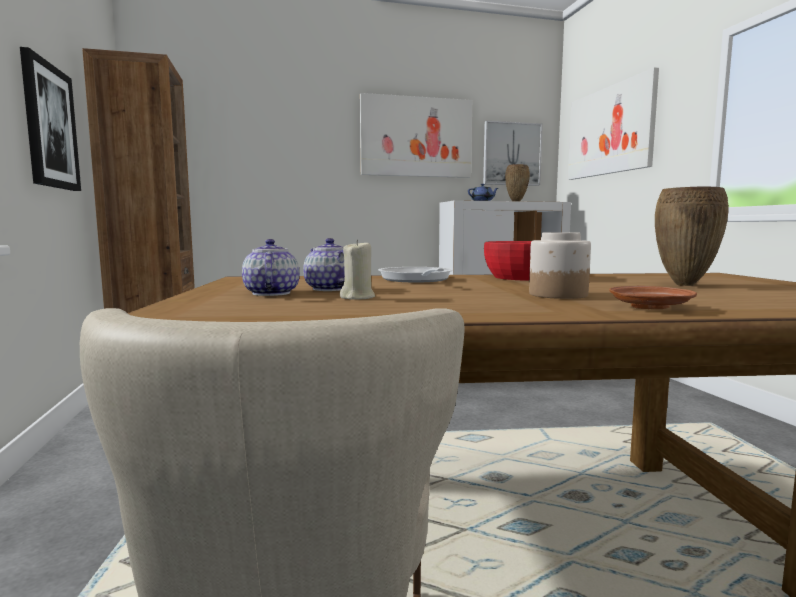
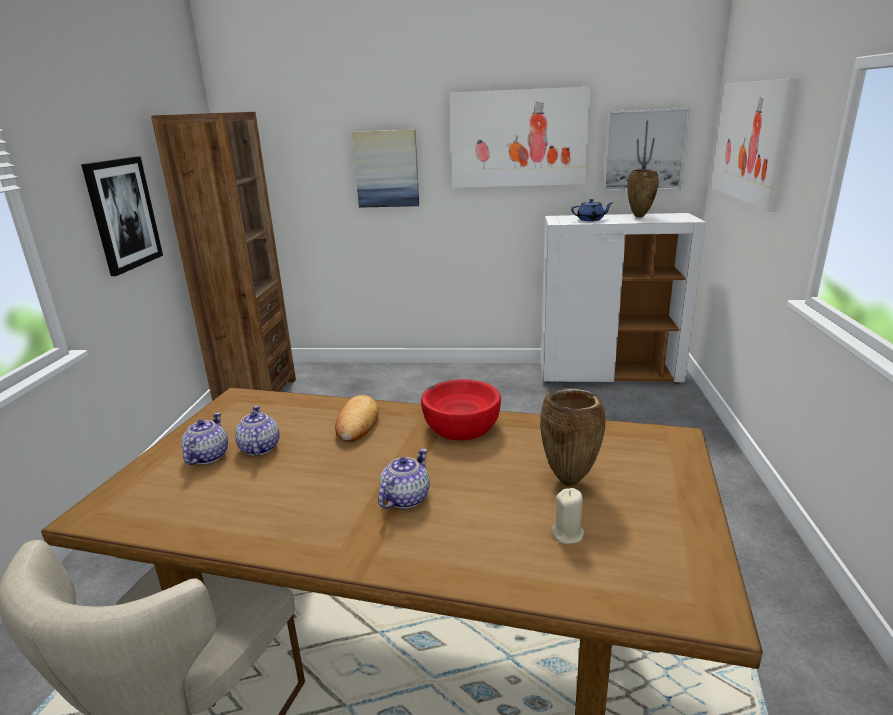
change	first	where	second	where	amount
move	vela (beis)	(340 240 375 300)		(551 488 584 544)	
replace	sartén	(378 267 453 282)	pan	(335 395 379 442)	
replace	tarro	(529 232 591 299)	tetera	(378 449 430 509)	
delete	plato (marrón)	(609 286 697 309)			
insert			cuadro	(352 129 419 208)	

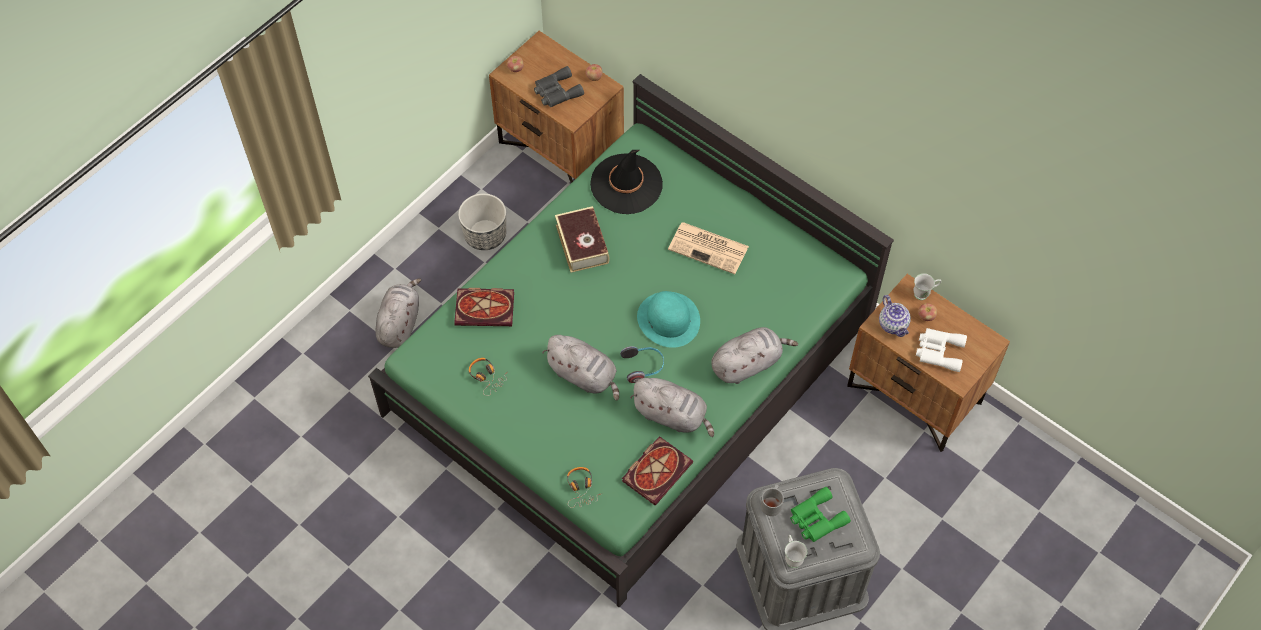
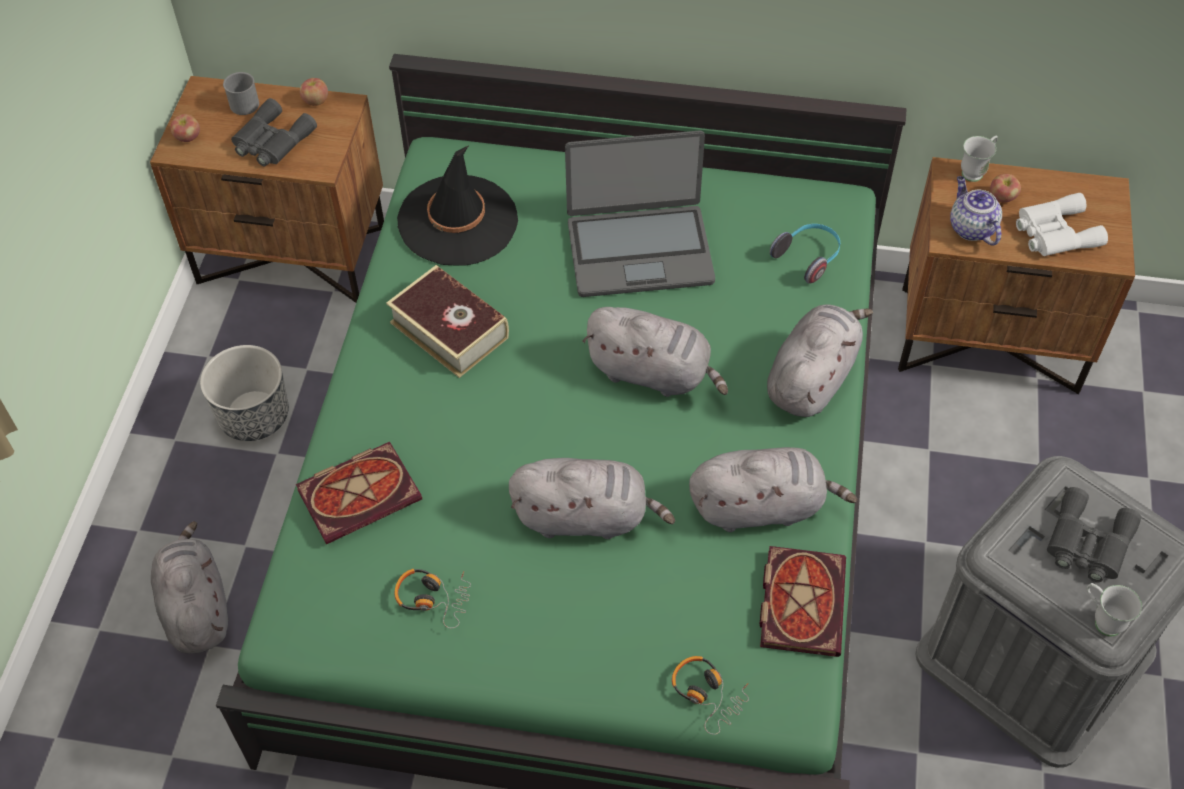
change	first	where	second	where	amount
move	auriculares	(620 346 664 383)		(770 224 840 284)	
replace	sombrero (turquesa)	(637 291 700 348)	peluche (gris)	(583 307 728 397)	
replace	periódico	(668 222 749 274)	portátil	(565 130 715 297)	
move	taza grande (gris)	(761 484 784 516)		(223 72 259 115)	
recolor	prismáticos (verde)	(790 487 851 542)	prismáticos (gris)	(1047 487 1141 582)	
rotate	tetera	(879 295 911 337)		(950 176 1002 246)	150 degrees counterclockwise

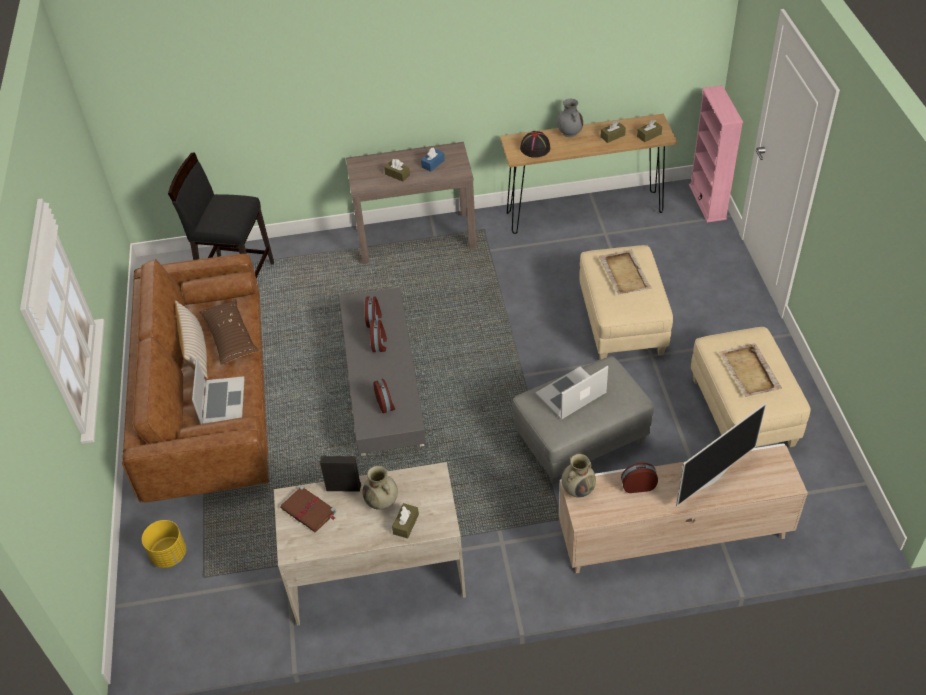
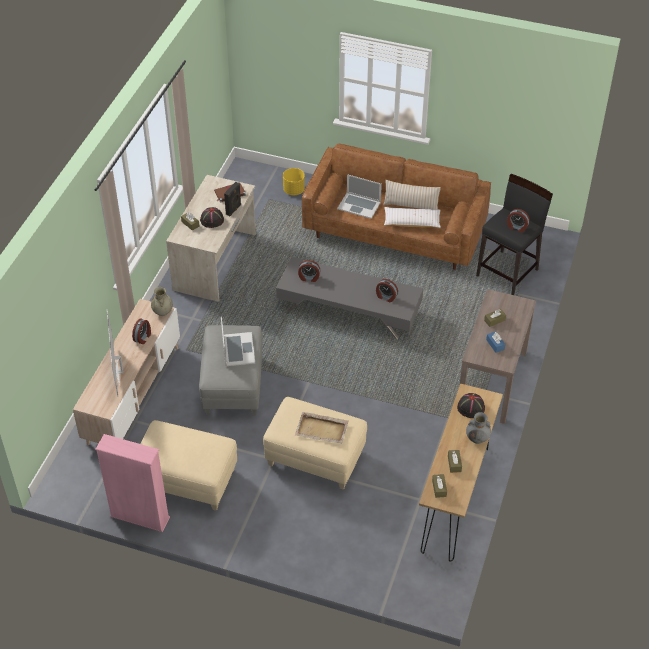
change	first	where	second	where	amount
recolor	cojín (marrón)	(200 299 259 365)	cojín (blanco)	(384 207 441 228)	
replace	florero (beis)	(362 466 398 510)	sombrero (negro)	(200 207 224 228)	
move	despertador	(370 320 387 352)		(507 209 530 233)	
move	estantería (rosa)	(689 85 743 223)		(95 434 170 532)	
delete	bandeja (beis)	(719 343 782 397)			

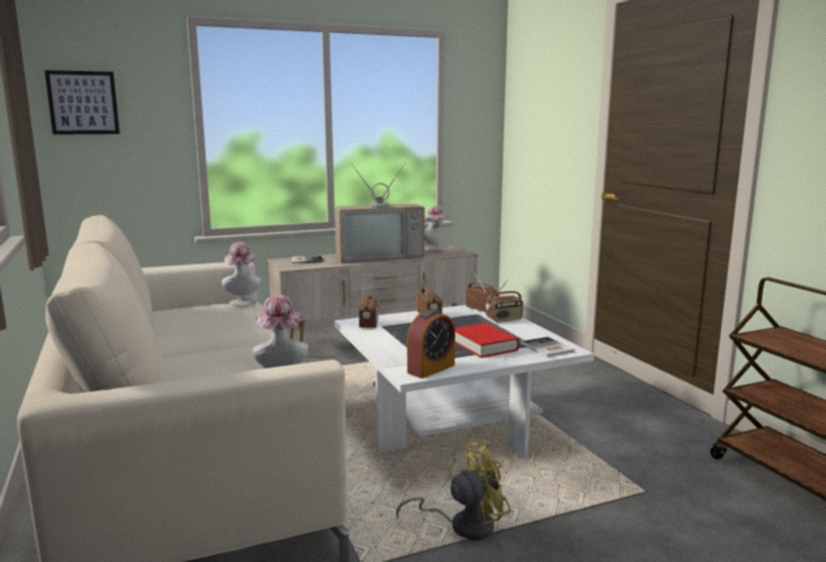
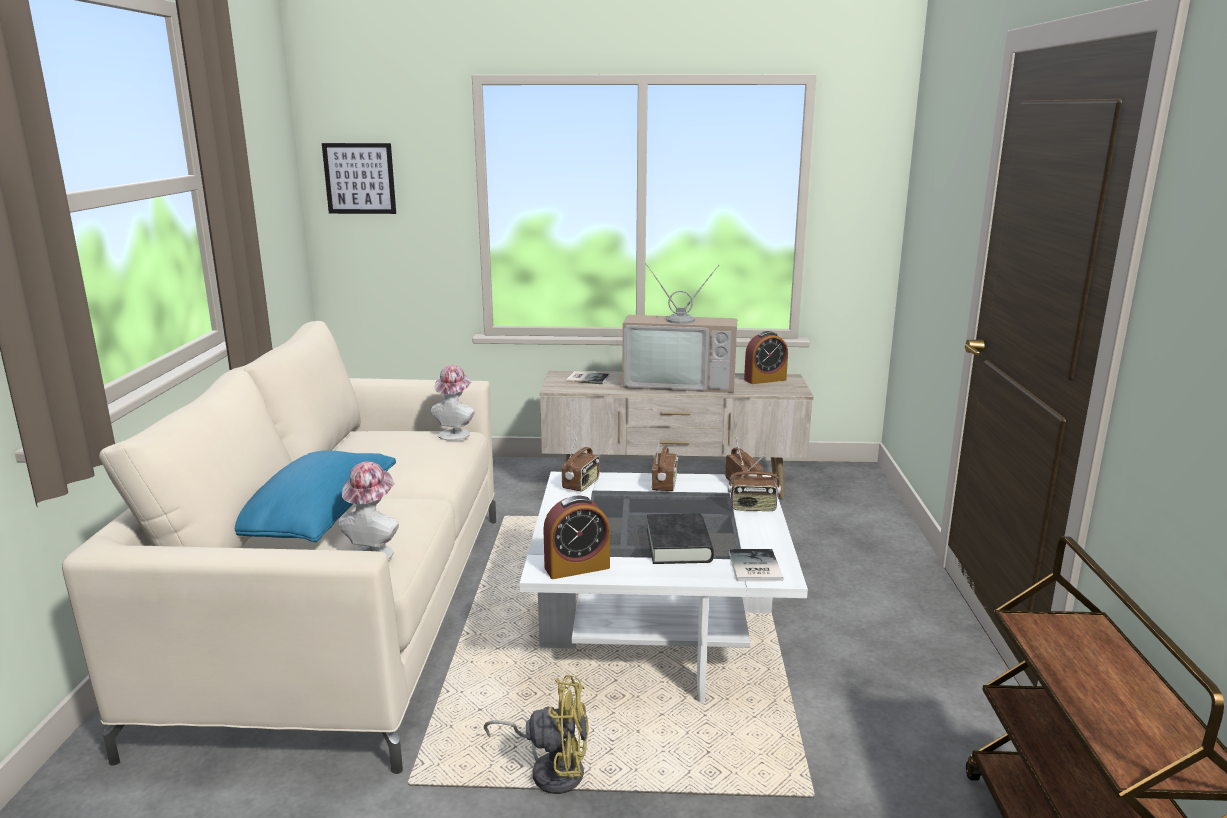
change	first	where	second	where	amount
replace	sombrero	(424 206 448 251)	despertador	(744 331 788 384)	
recolor	libro (rojo)	(455 323 519 358)	libro (negro)	(647 513 714 564)	
insert			cojín (azul)	(235 450 396 542)	

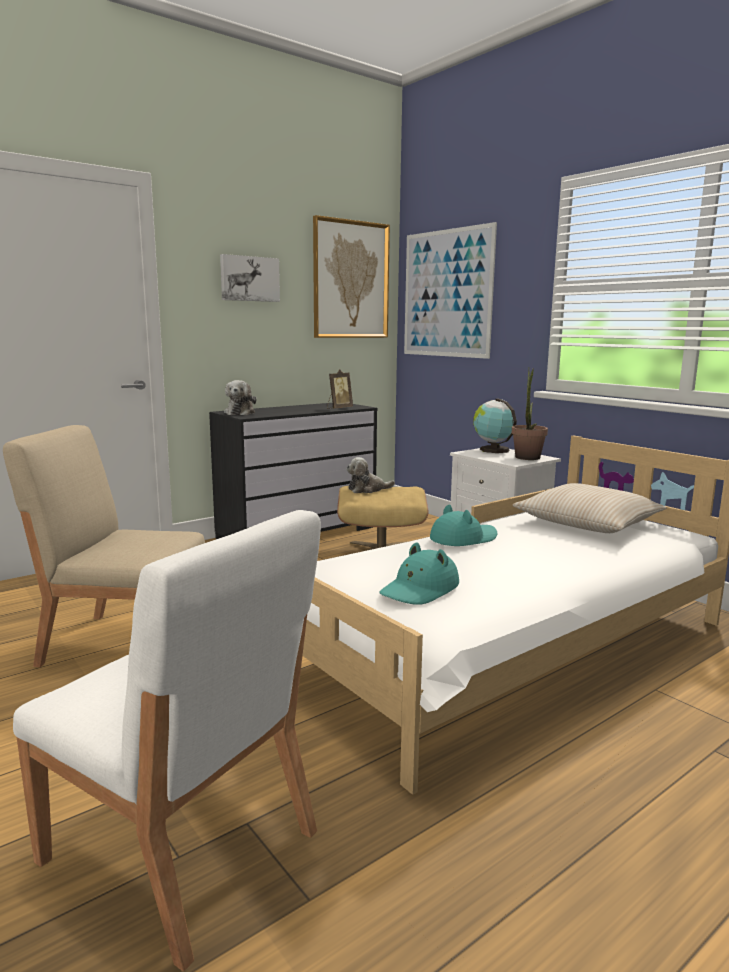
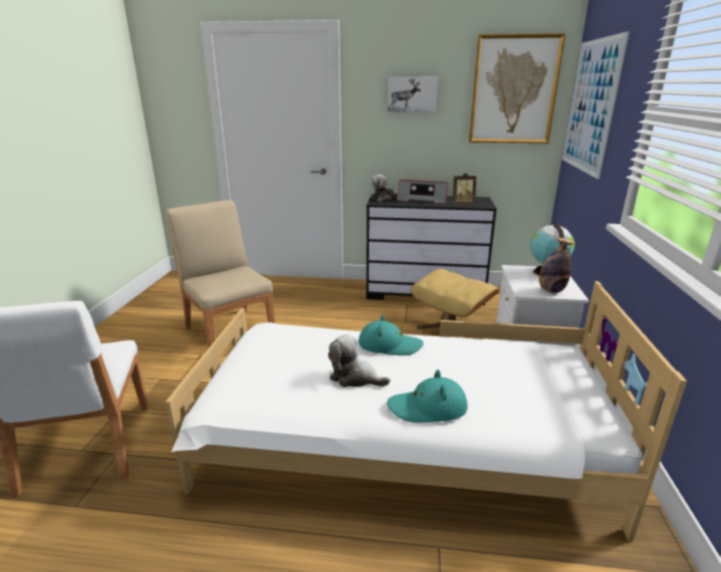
change	first	where	second	where	amount
move	peluche	(346 457 395 493)		(328 334 390 387)	
move	sombrero (turquesa)	(379 542 459 605)		(387 370 468 423)	
replace	planta en maceta	(512 367 548 460)	botella	(539 238 574 293)	
delete	cojín (beis)	(513 483 667 533)			
insert			radio	(396 180 447 204)	

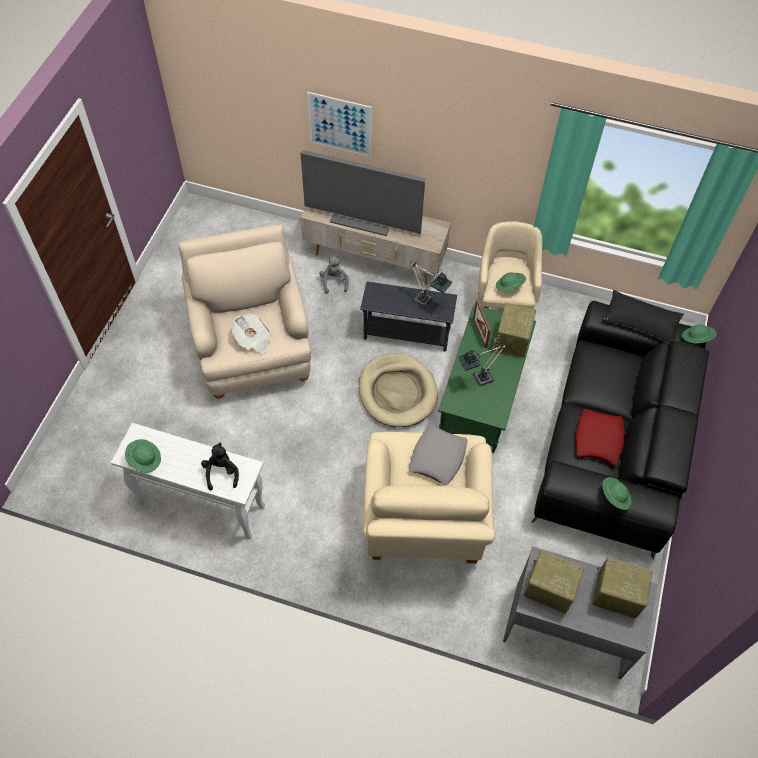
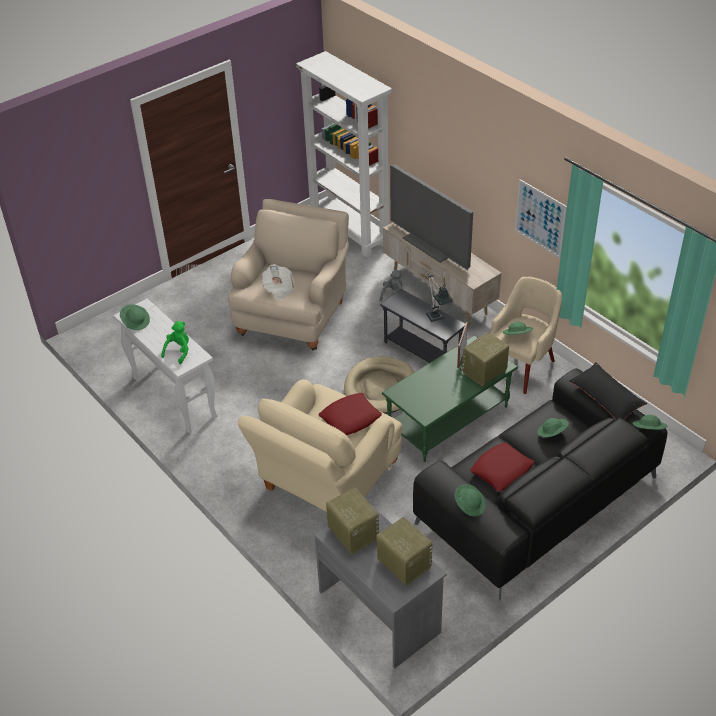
change	first	where	second	where	amount
recolor	peluche (negro)	(201 443 239 491)	peluche (verde)	(161 321 189 364)	
move	cuadro	(307 92 372 158)		(515 179 567 258)	
recolor	cojín (gris)	(409 424 468 486)	cojín (rojo)	(319 393 382 435)	
delete	lámpara de mesa	(458 344 507 386)			
insert			estantería (blanco)	(296 51 392 257)	
insert			sombrero (verde)	(537 418 569 437)	

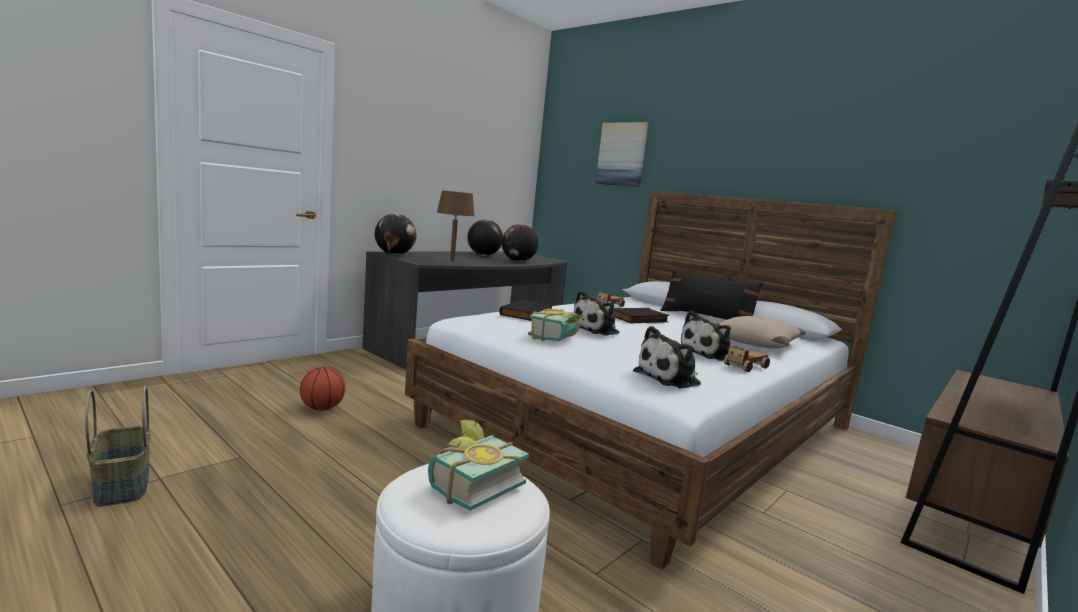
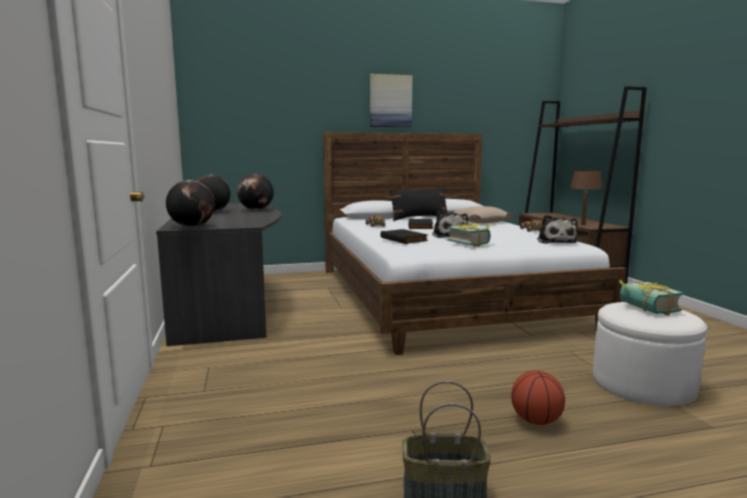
change	first	where	second	where	amount
move	balón de baloncesto	(300 367 346 411)		(511 371 565 425)	
move	lámpara de mesa (marrón)	(437 190 475 261)		(570 170 603 225)	
move	cuadro	(596 122 649 187)		(370 74 412 127)	
delete	peluche	(681 311 731 361)			

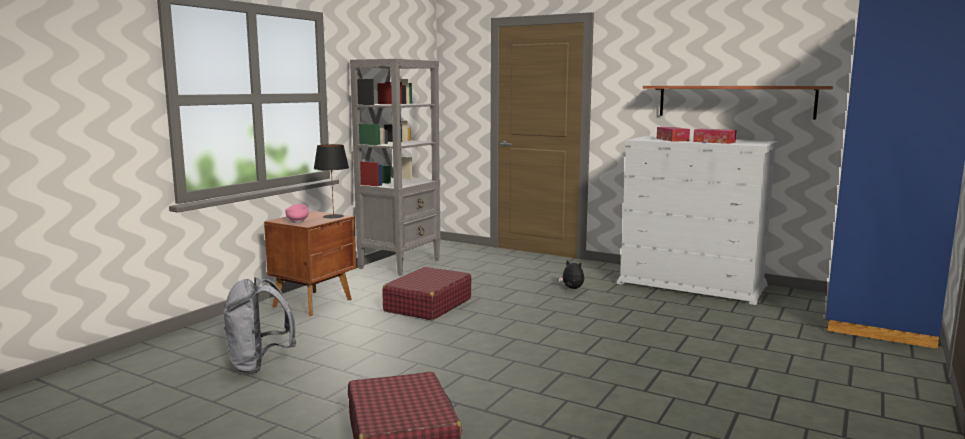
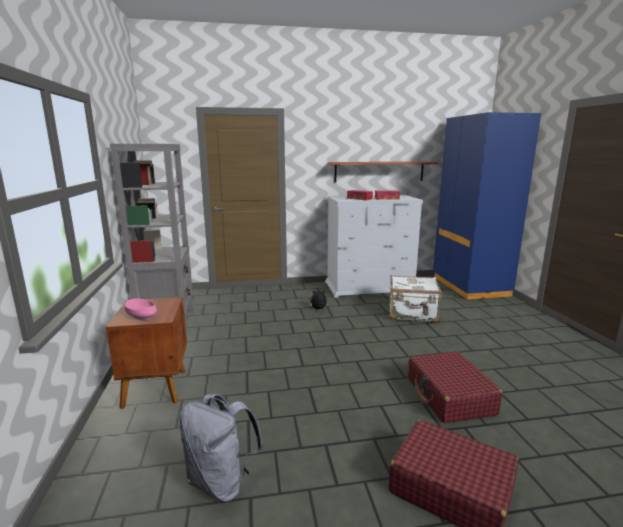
change	first	where	second	where	amount
delete	lámpara de mesa (negro)	(314 144 349 218)			
move	maleta (rojo)	(382 267 472 320)		(408 351 502 424)	
insert			maleta (blanco)	(389 275 442 322)	

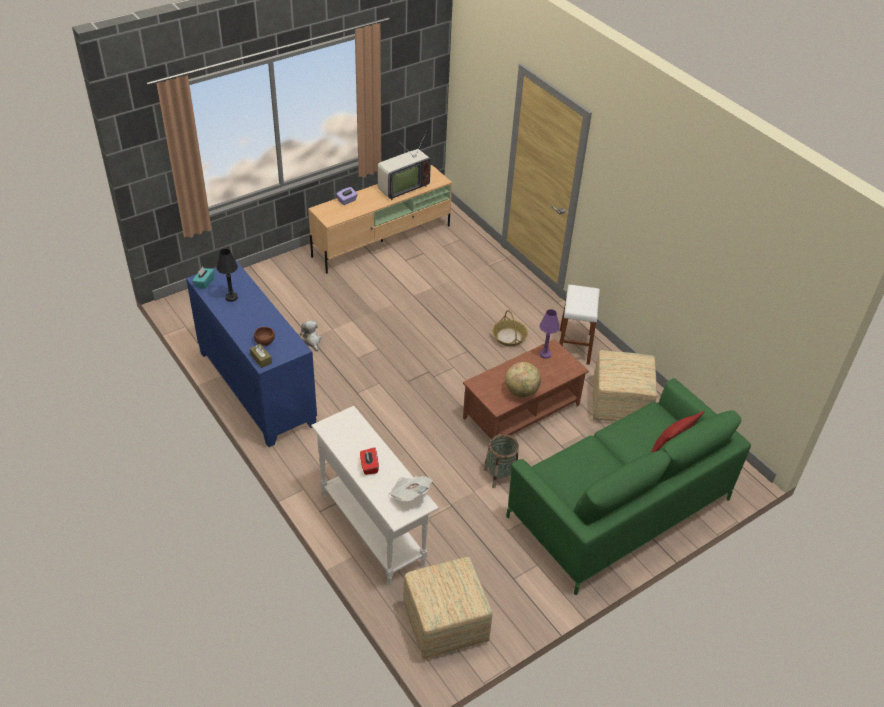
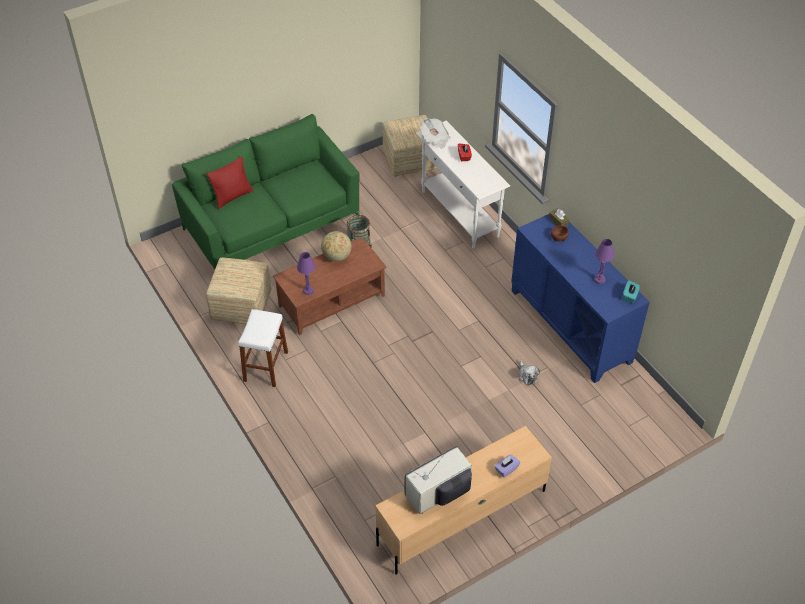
change	first	where	second	where	amount
recolor	lámpara de mesa (negro)	(217 249 238 302)	lámpara de mesa (morado)	(594 239 615 284)	
delete	cesta	(492 310 528 346)			

